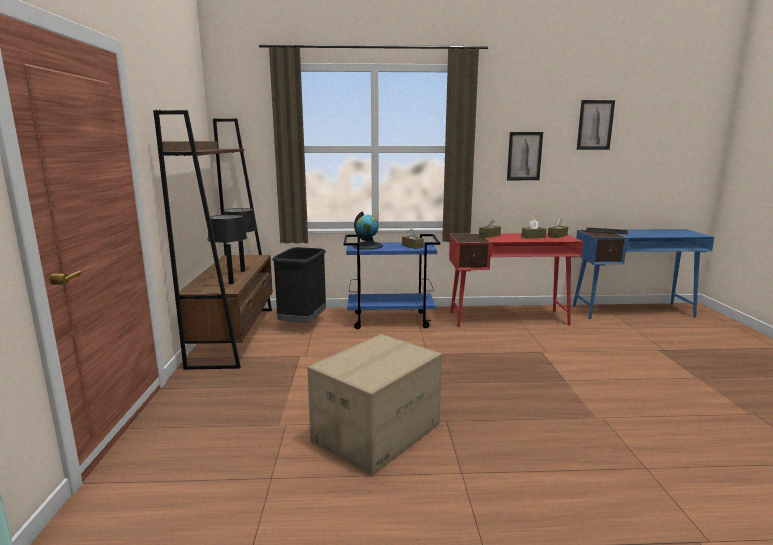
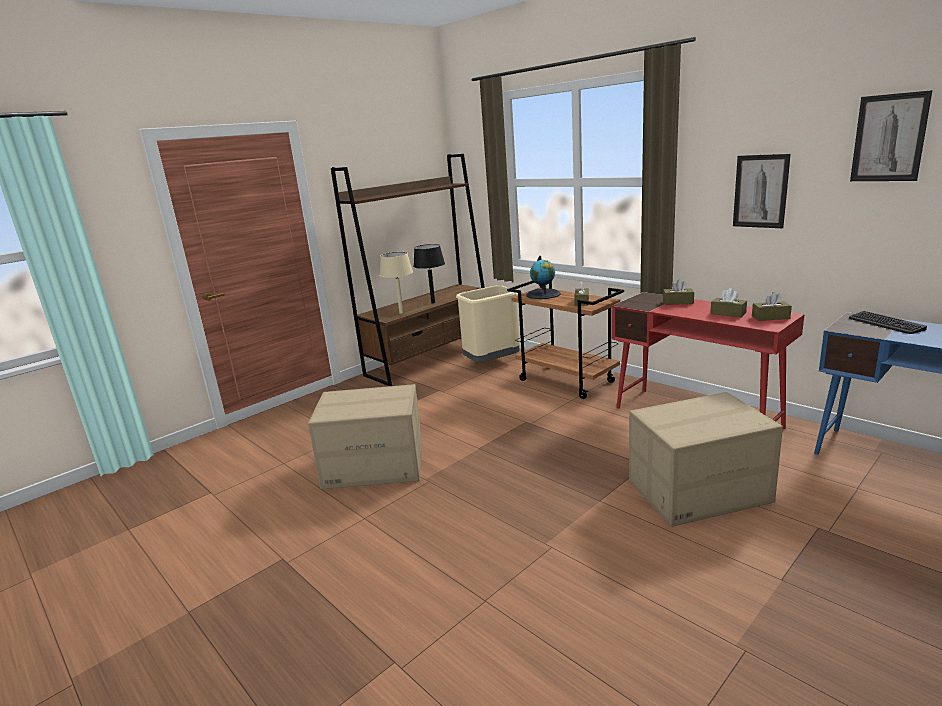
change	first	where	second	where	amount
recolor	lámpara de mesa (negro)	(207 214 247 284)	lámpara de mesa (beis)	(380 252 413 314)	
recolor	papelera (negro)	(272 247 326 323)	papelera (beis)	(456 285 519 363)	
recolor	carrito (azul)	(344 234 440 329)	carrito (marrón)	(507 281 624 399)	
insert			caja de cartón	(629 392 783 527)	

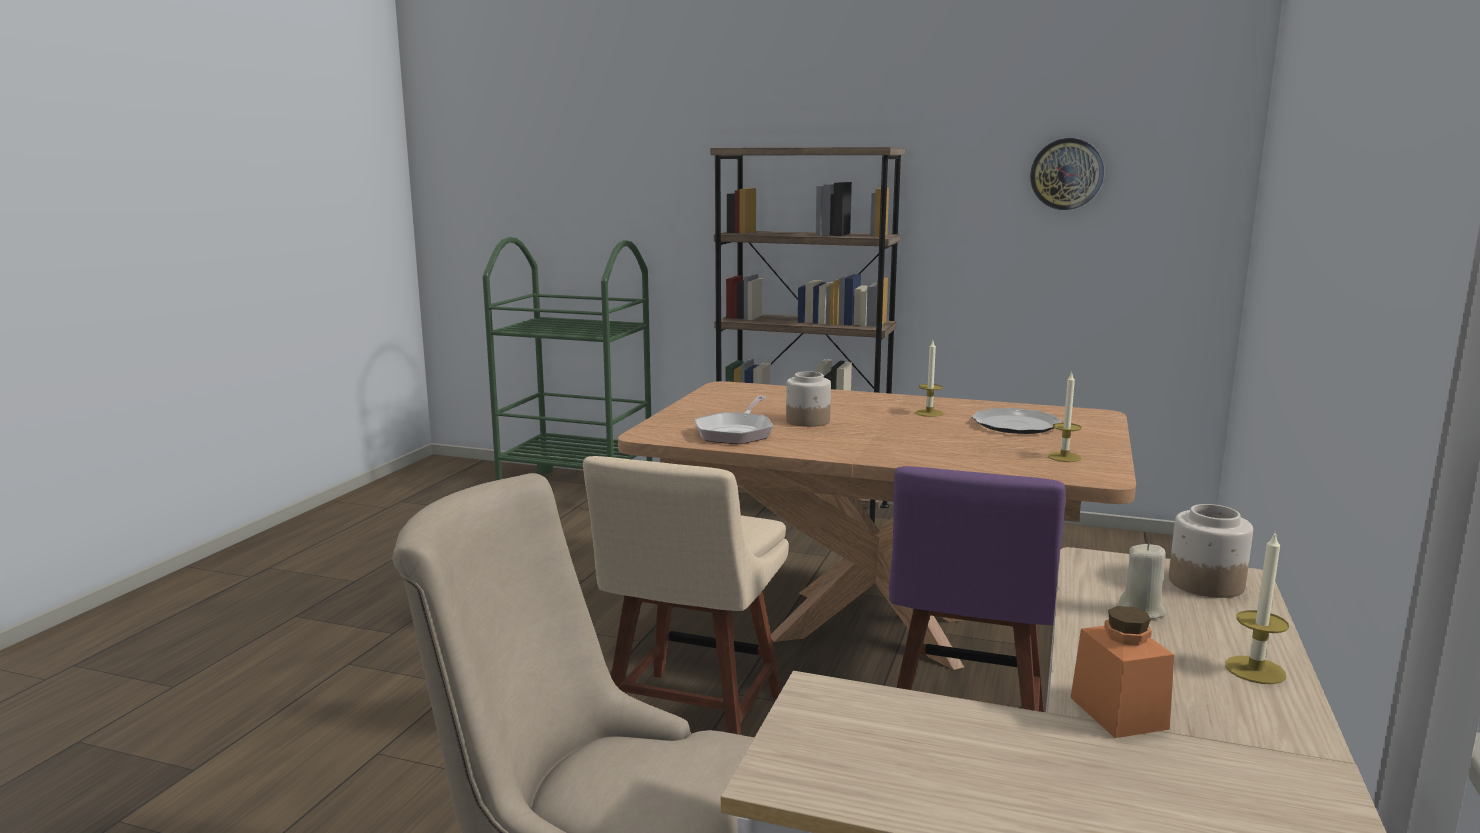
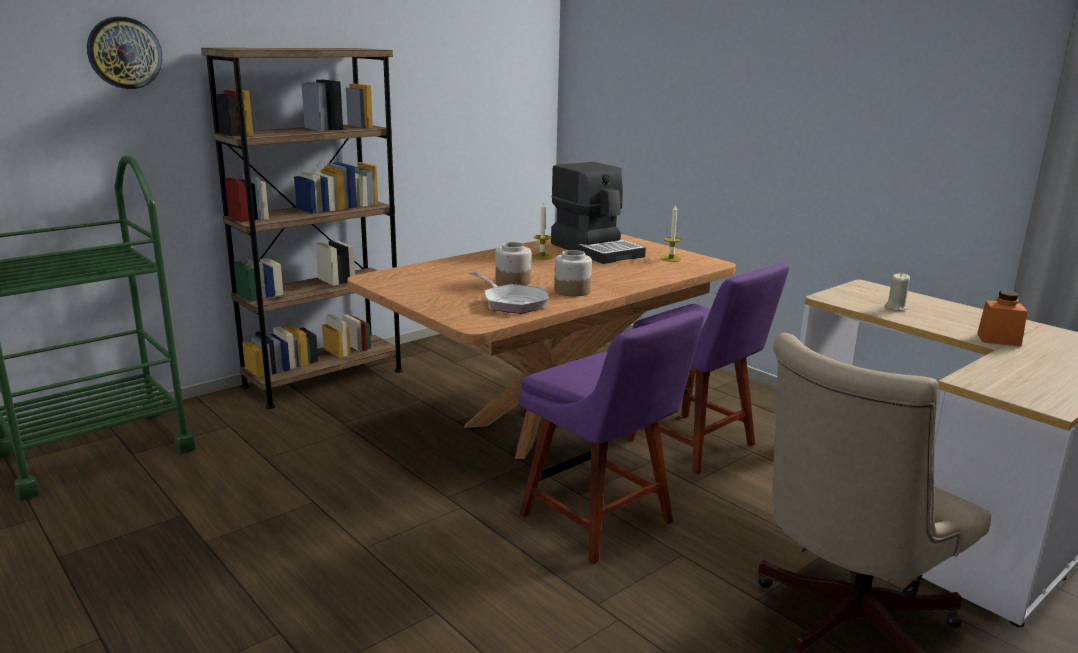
change	first	where	second	where	amount
recolor	silla (beis)	(583 456 789 735)	silla (morado)	(519 311 704 564)	
replace	plato	(971 408 1062 434)	cafetera	(551 162 646 264)	
move	reloj de pared	(1030 138 1104 210)		(87 17 162 89)	
move	tarro	(1169 504 1253 598)		(554 250 592 296)	
delete	vela	(1225 531 1289 684)			

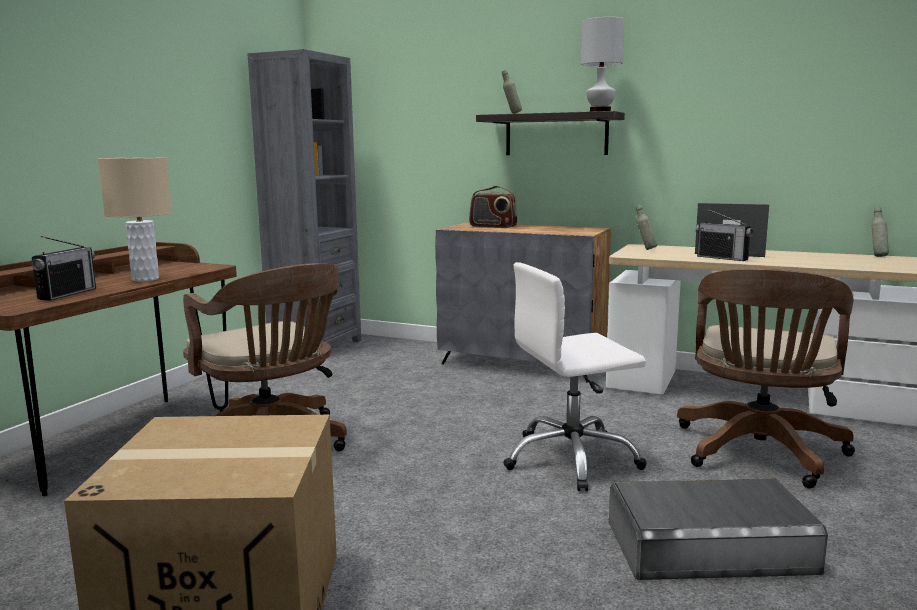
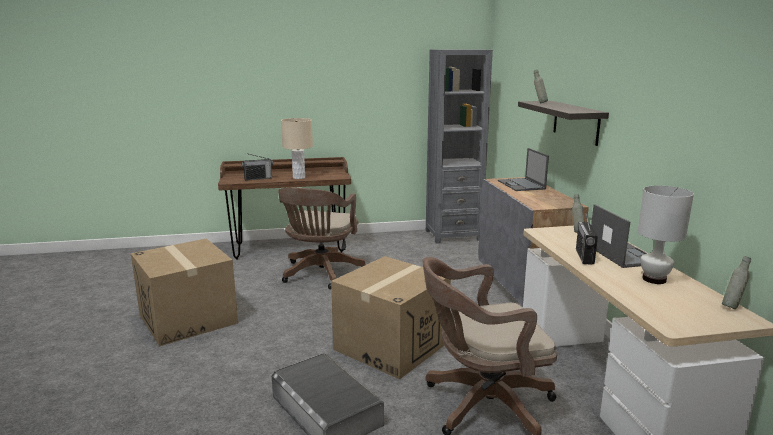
change	first	where	second	where	amount
replace	radio	(469 186 517 228)	portátil	(498 148 549 191)	
replace	silla de oficina (blanco)	(503 262 647 491)	caja de cartón	(331 256 451 379)	
move	lámpara de mesa (blanco)	(581 17 625 111)		(638 186 694 284)	

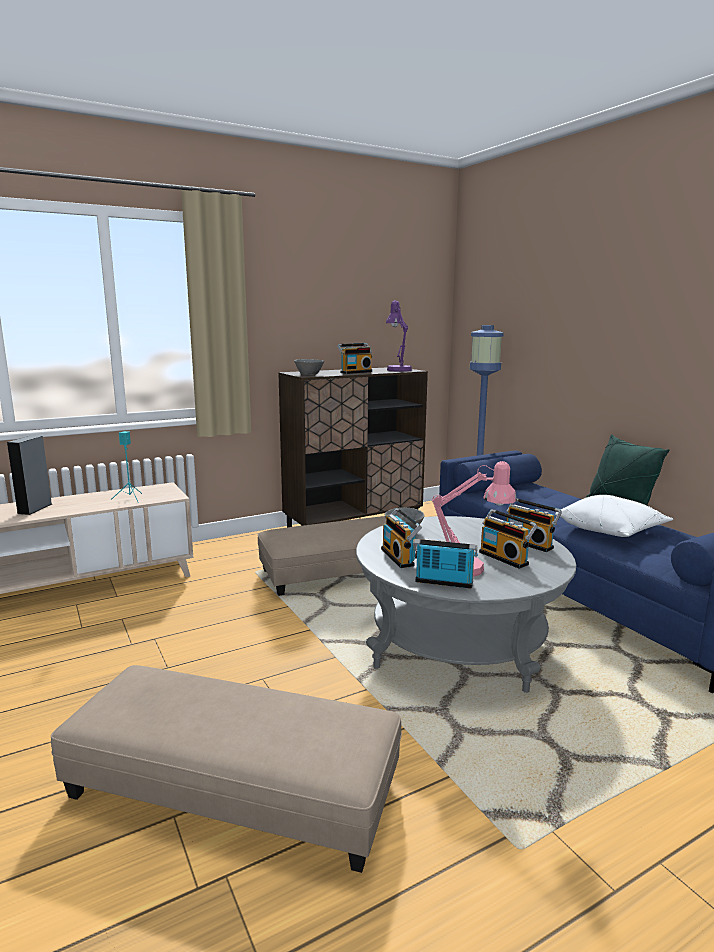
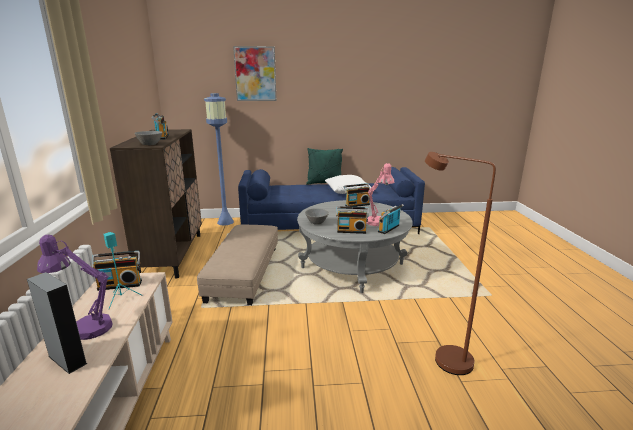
change	first	where	second	where	amount
replace	puf (beis)	(51 665 402 873)	lámpara de pie (marrón)	(425 152 496 375)	
move	lámpara de mesa (morado)	(386 300 412 372)		(37 235 113 340)	
move	radio	(479 509 538 569)		(91 251 142 291)	
insert			cuadro	(233 46 277 101)	

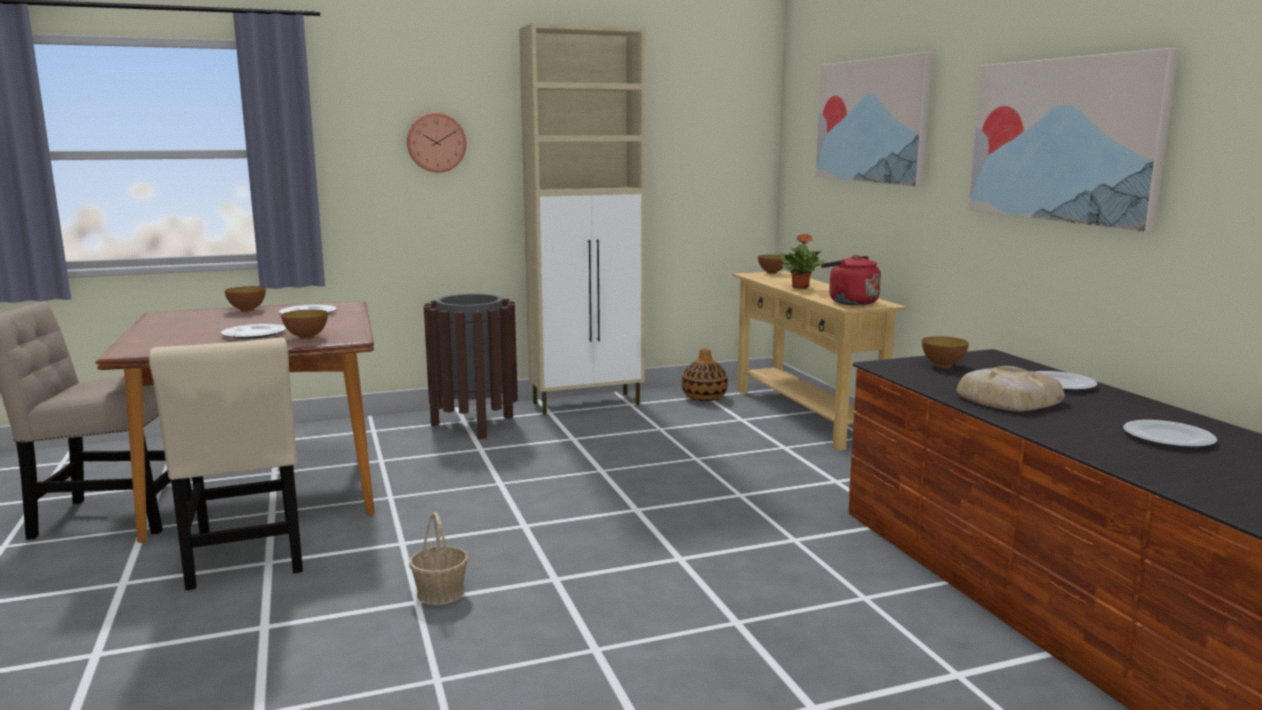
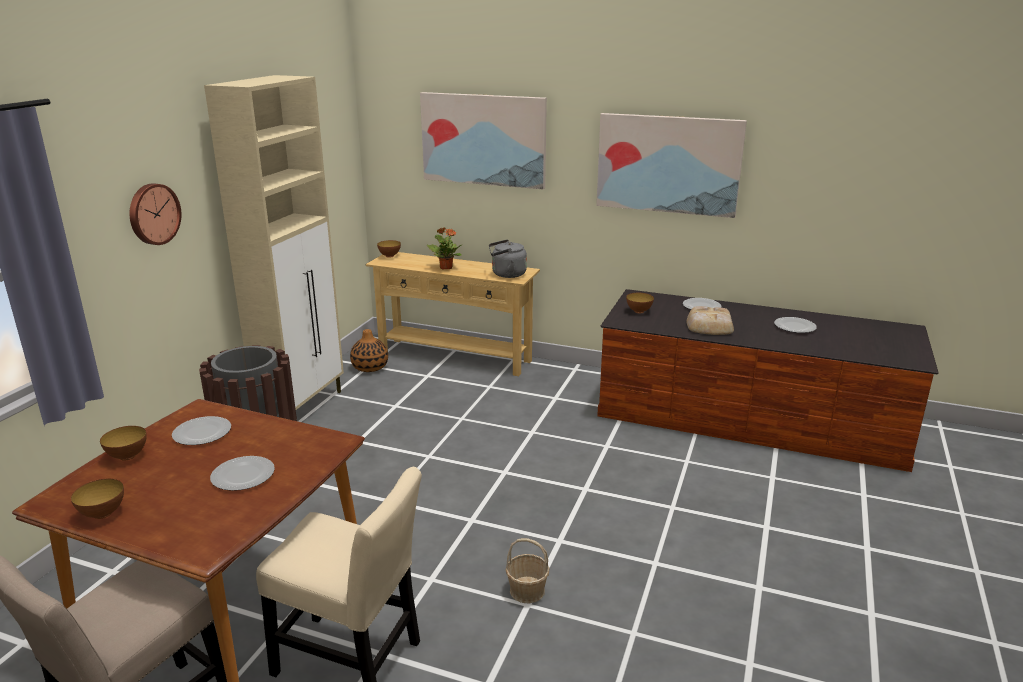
change	first	where	second	where	amount
move	cuenco	(281 310 328 340)		(71 479 124 519)	
recolor	hervidor (rojo)	(821 255 881 305)	hervidor (gris)	(489 239 527 278)	

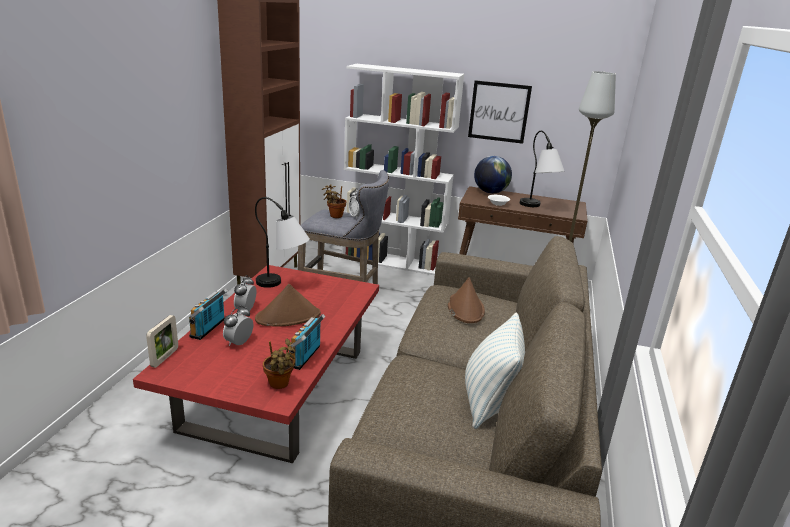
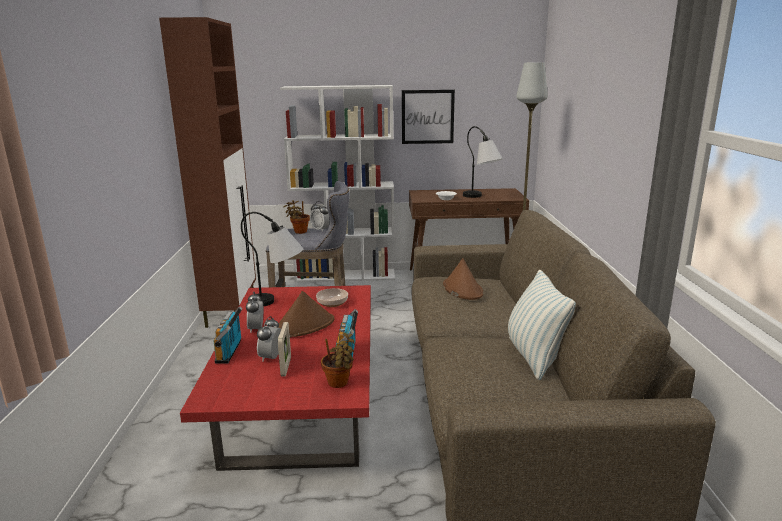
change	first	where	second	where	amount
move	portarretratos	(146 315 178 368)		(278 322 291 377)	
delete	globo terráqueo	(474 156 512 194)			
insert			cuenco	(316 288 348 307)	

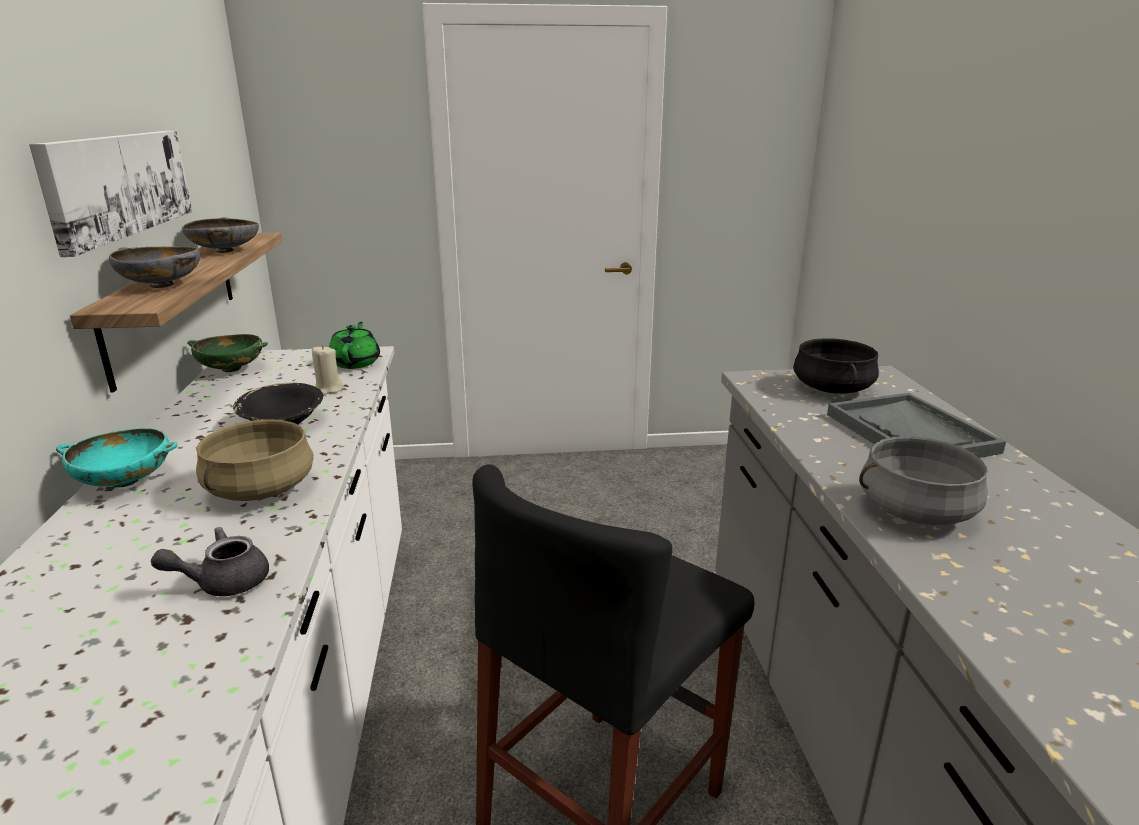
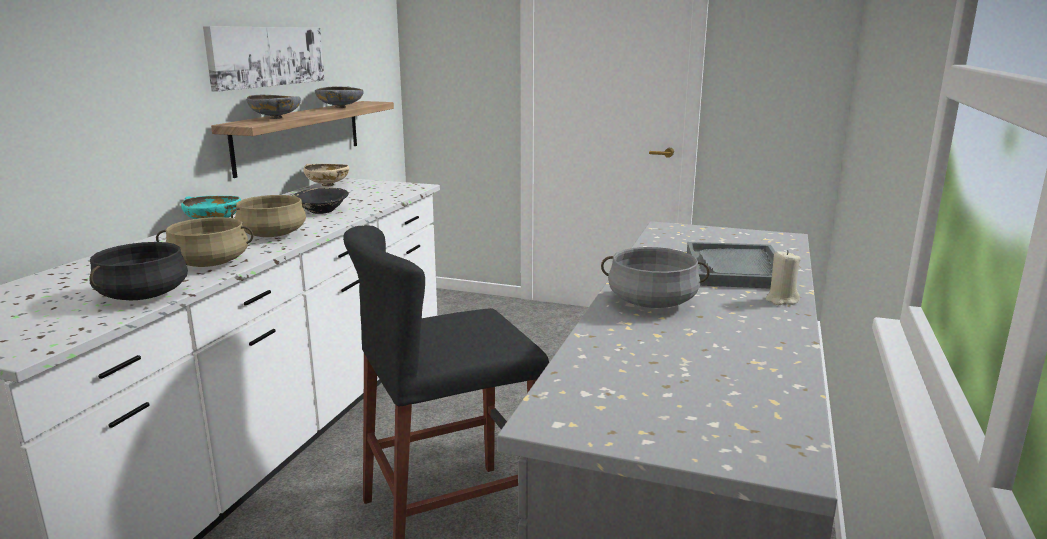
change	first	where	second	where	amount
replace	tetera (gris)	(151 527 269 596)	olla (beis)	(156 217 254 267)	
recolor	cuenco (verde)	(187 334 268 372)	cuenco (beis)	(304 164 349 187)	
move	vela (beis)	(312 345 344 395)		(766 250 801 305)	
delete	tetera (verde)	(329 322 380 369)			
move	olla (negro)	(793 338 879 394)		(89 242 188 300)	

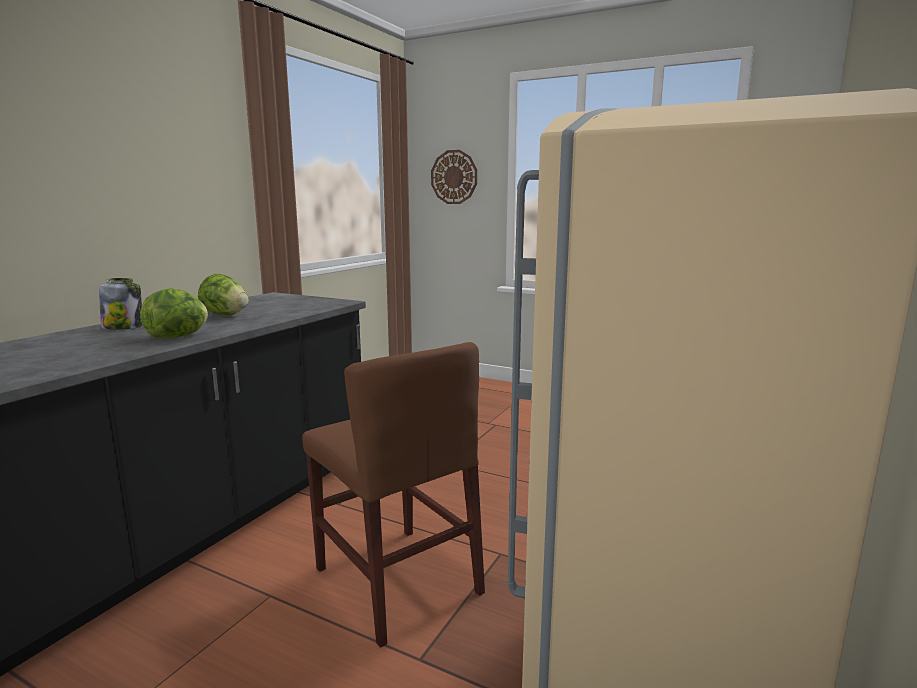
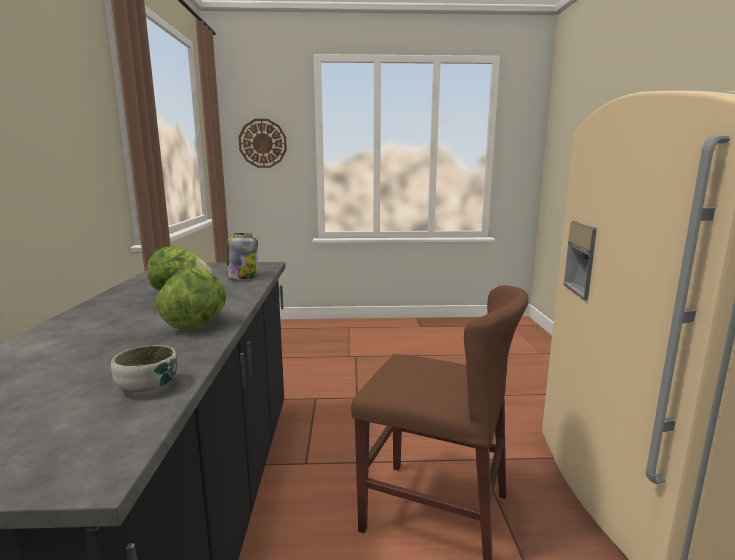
change	first	where	second	where	amount
move	tarro	(99 278 142 330)		(227 233 258 279)	
insert			cuenco	(111 345 177 393)	

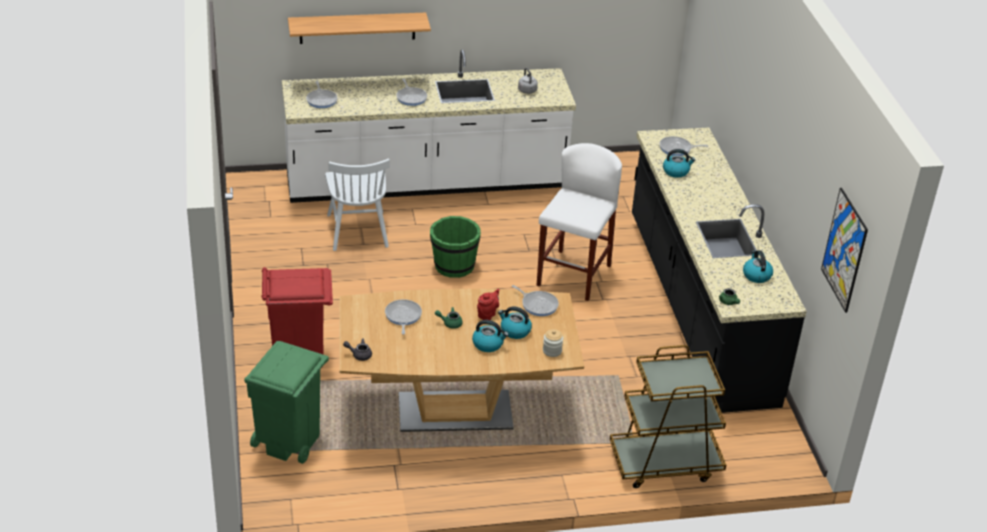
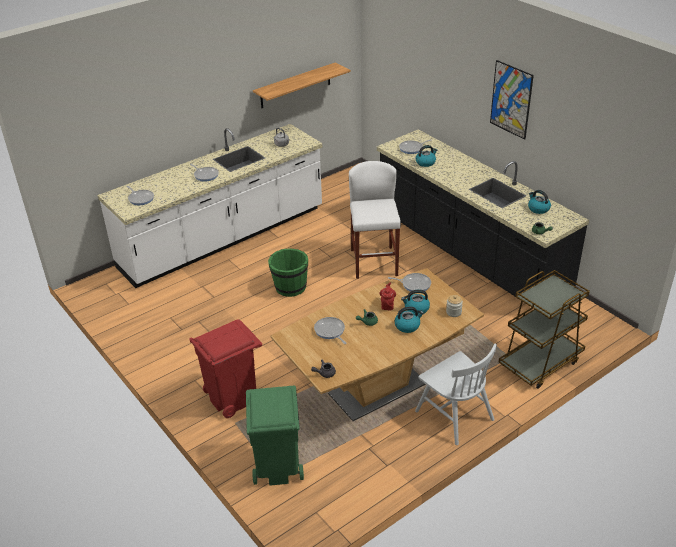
change	first	where	second	where	amount
move	estante	(288 13 431 44)		(253 62 351 108)	
move	silla (blanco)	(325 158 390 251)		(415 343 497 445)	
move	cuadro	(821 188 868 313)		(490 60 534 140)	

